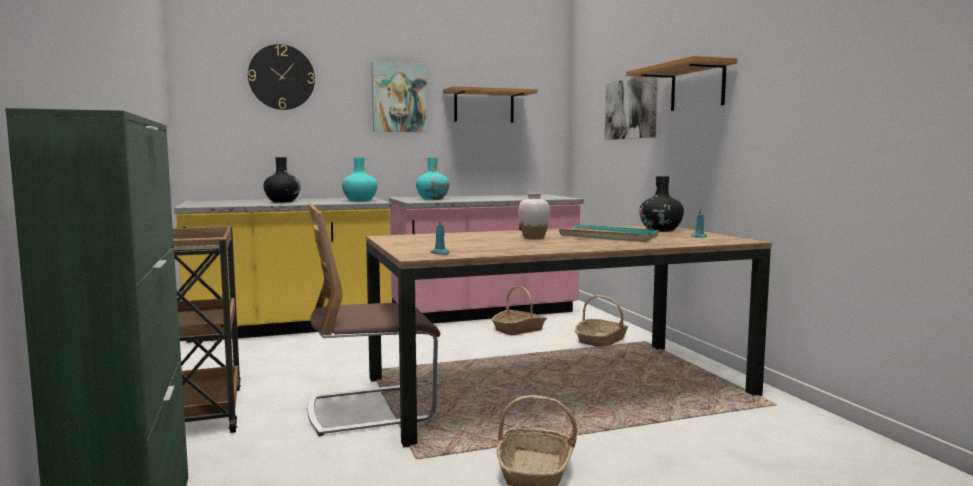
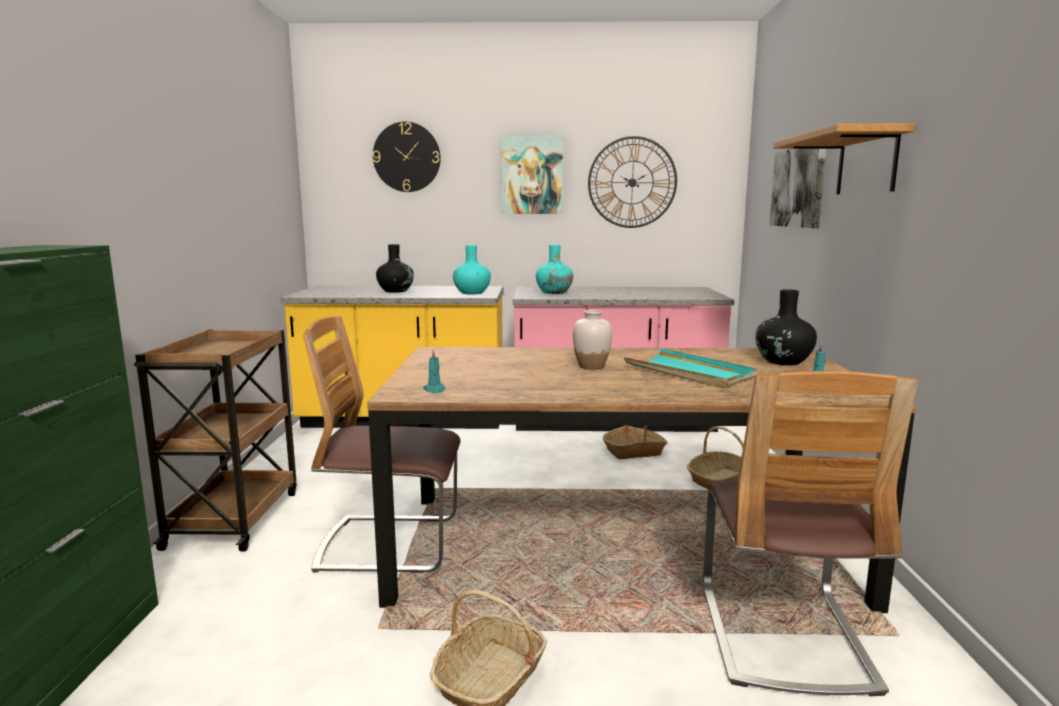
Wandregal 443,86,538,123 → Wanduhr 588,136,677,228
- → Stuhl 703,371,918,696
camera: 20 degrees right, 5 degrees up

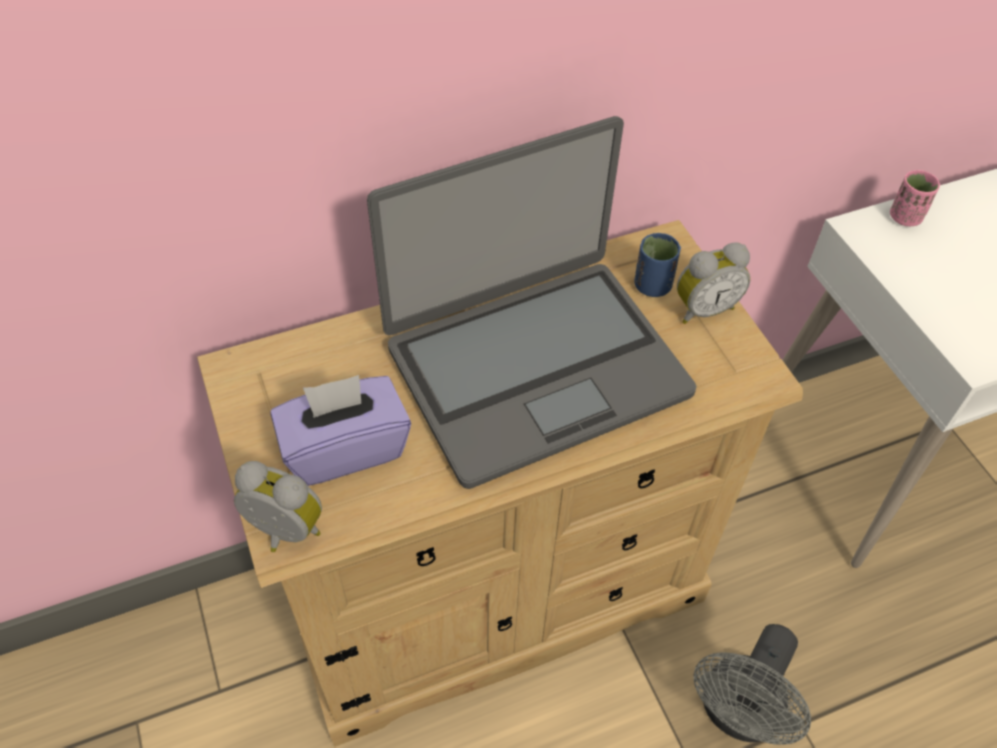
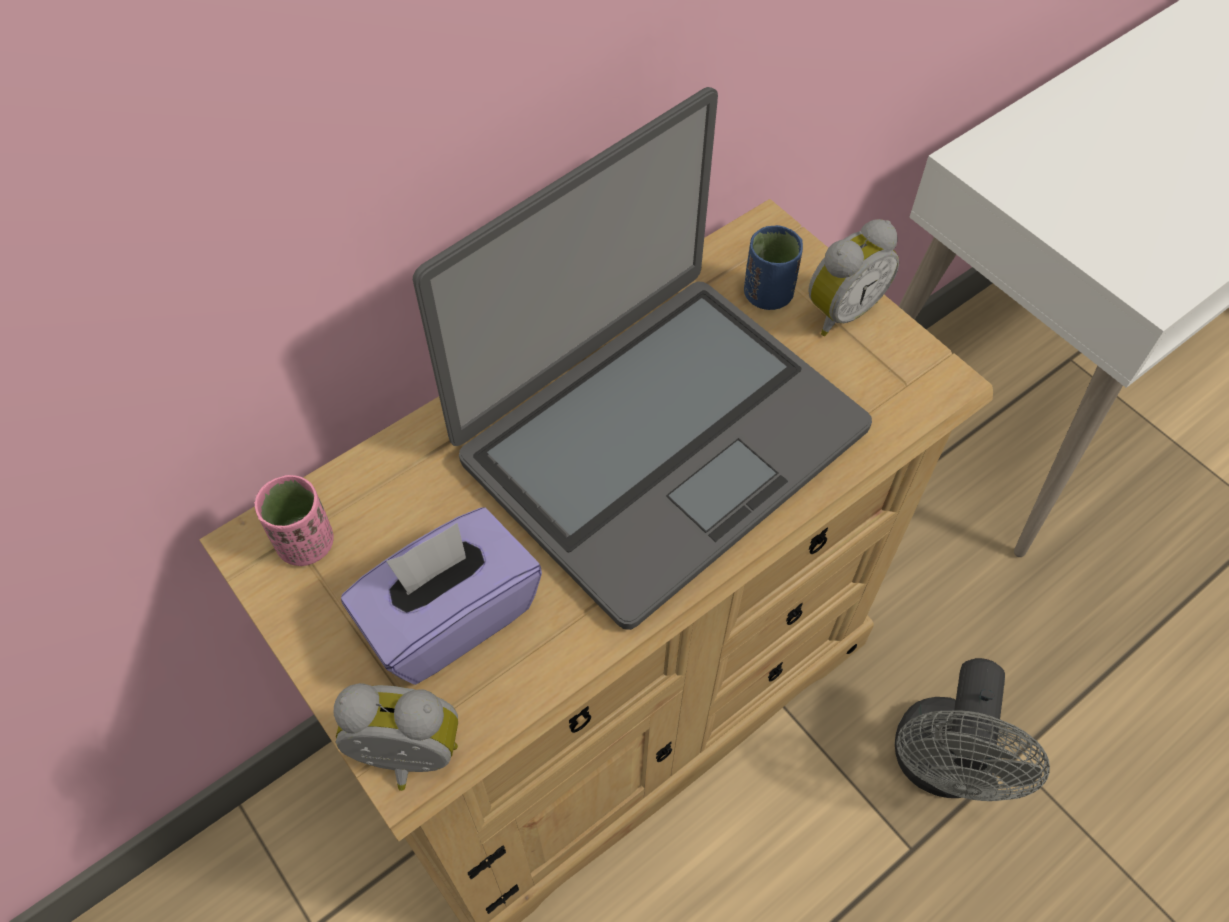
Tasse (rosa) 890,170,940,226 → Tasse (rosa) 255,475,334,566, shifted
camera: 15 degrees left, 5 degrees up

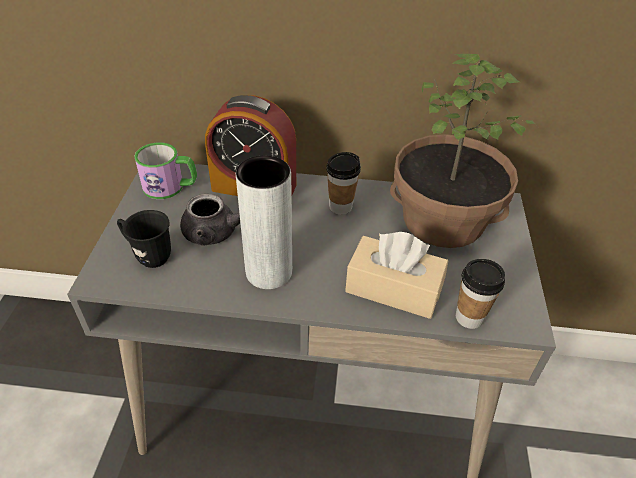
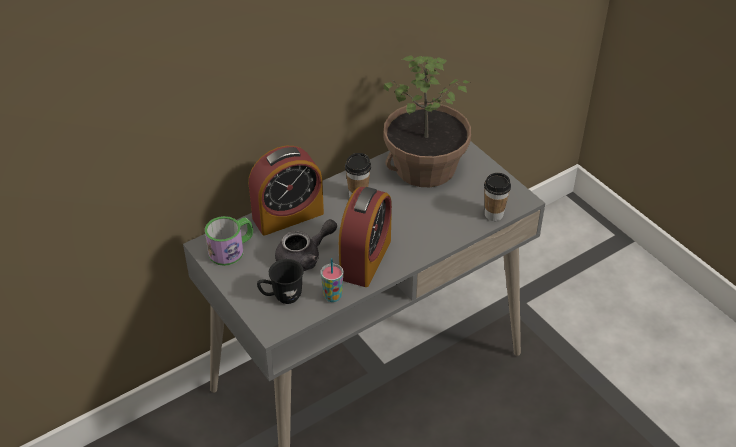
Vase (grau) 236,156,292,289 → Wecker 339,187,392,287
Taschentuchbox (beige) 345,232,448,319 → -
- → Tasse 321,258,343,302
camera: 40 degrees left, 0 degrees up

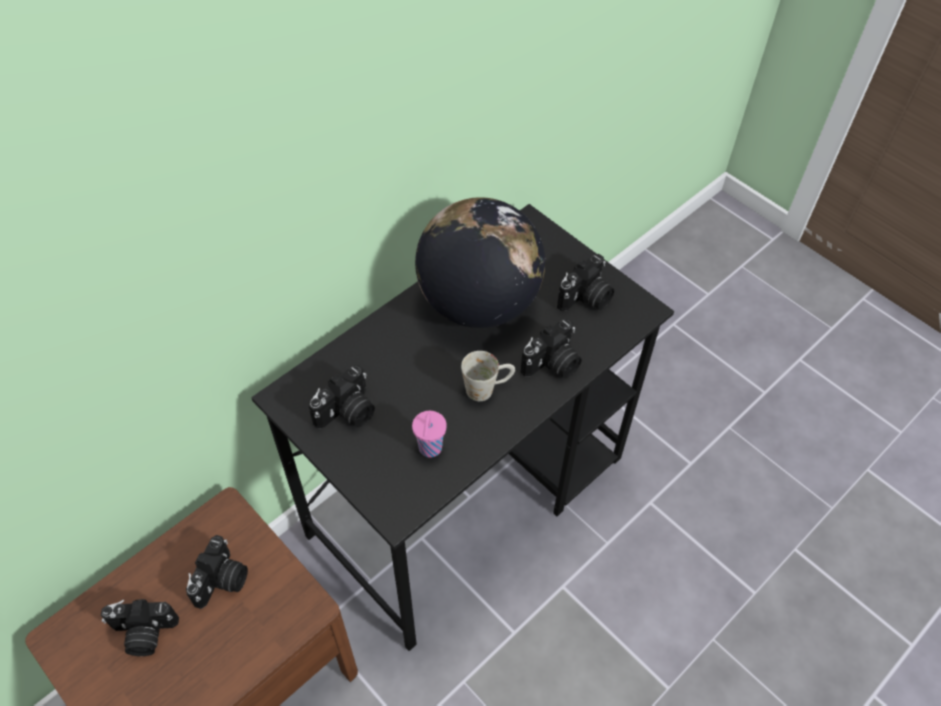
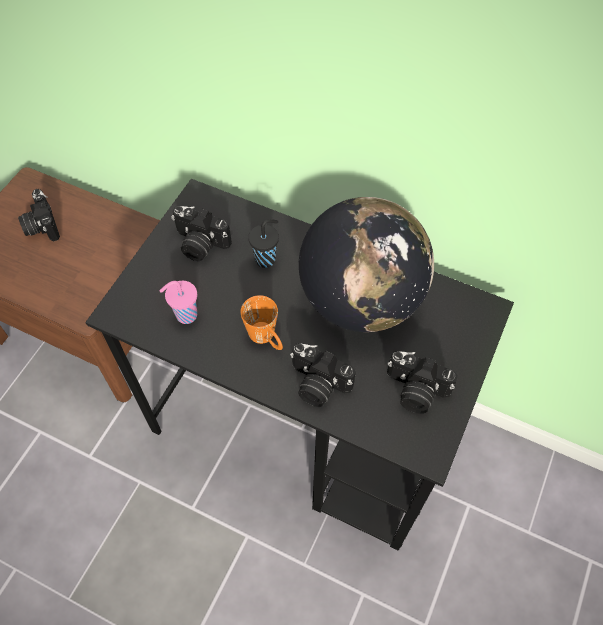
Kamera 186,535,248,609 → -
Henkelbecher (weiß) 461,351,515,401 → Henkelbecher (orange) 241,295,283,350
- → Tasse (schwarz) 248,219,279,268
camera: 70 degrees right, 5 degrees up

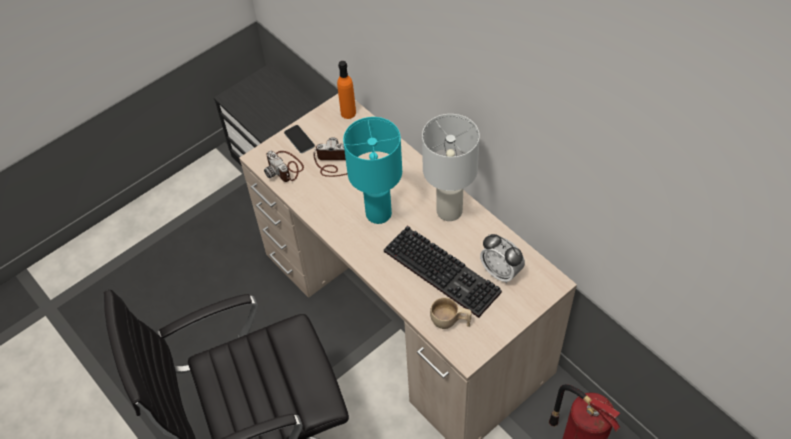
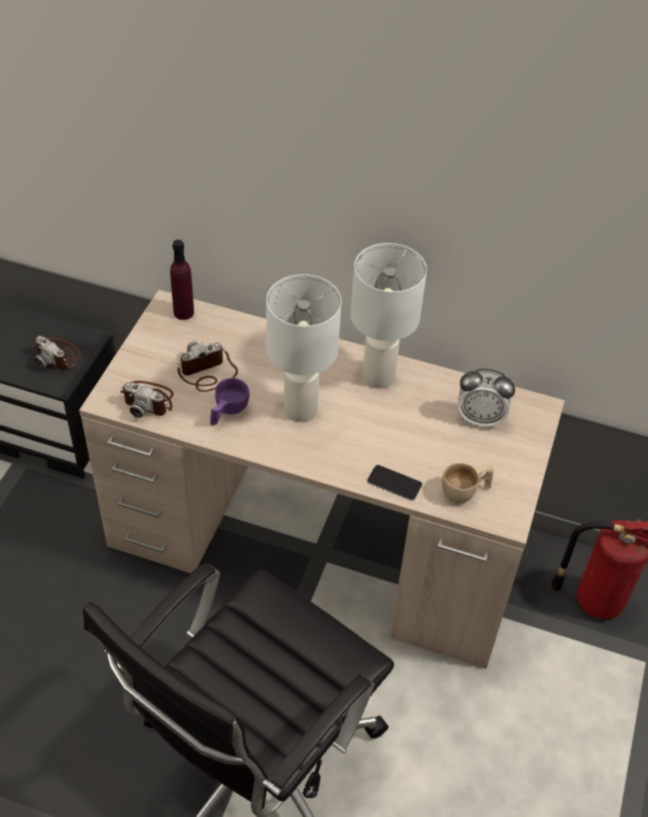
Handy 284,125,315,153 → Handy 367,465,422,501, shifted
Flasche (orange) 337,61,356,119 → Flasche (lila) 170,240,194,320
Tischlampe (türkis) 343,117,402,224 → Tischlampe (weiß) 266,274,341,422
Tastatur 384,225,502,318 → -
- → Kamera 35,336,81,370
- → Tasse (lila) 210,378,249,425
camera: 35 degrees left, 5 degrees down

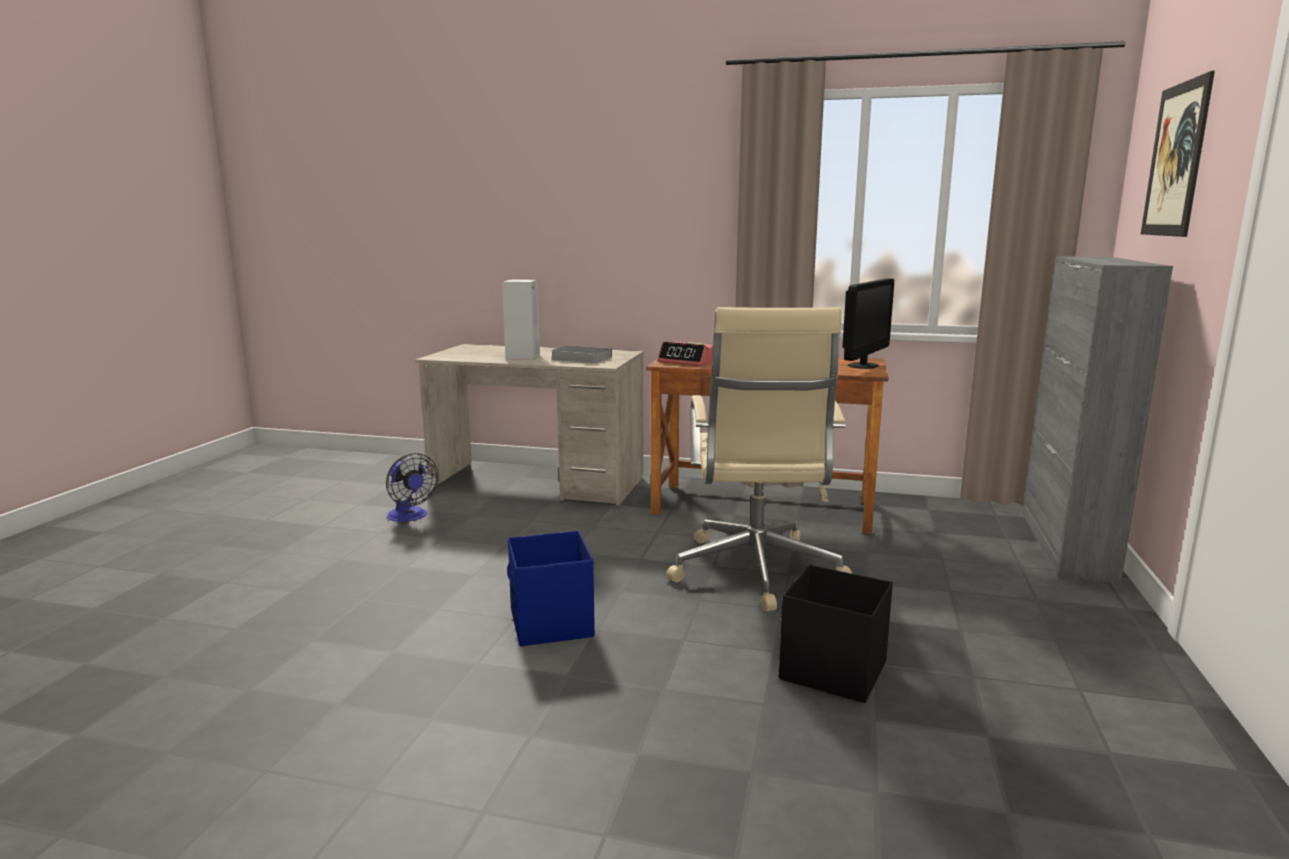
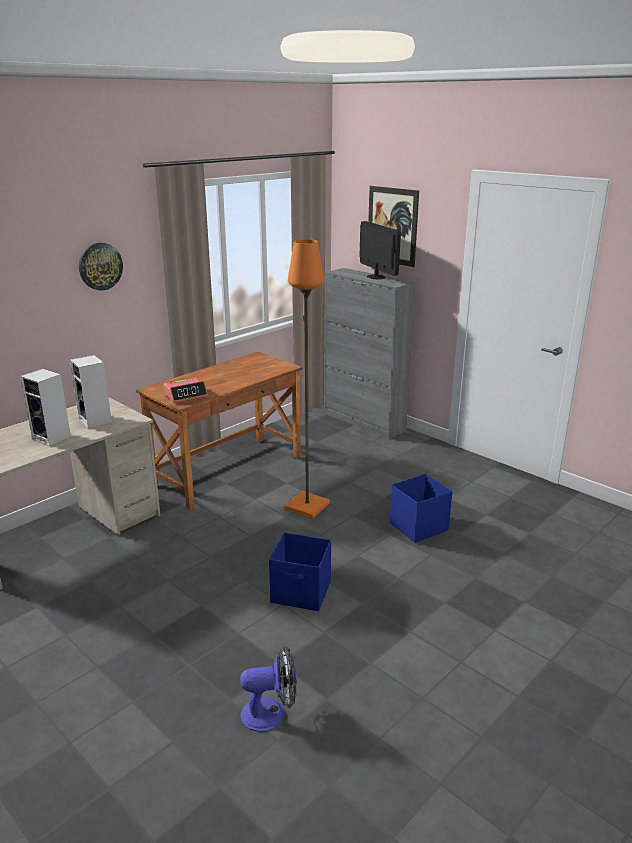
Ventilator 386,453,439,522 → Ventilator 240,646,297,732, shifted
Buch 551,345,612,363 → Lautsprecher 70,355,112,429
Bürostuhl (beige) 666,307,853,611 → Stehlampe (orange) 285,239,330,519
Aufbewahrungsbox (schwarz) 779,565,893,703 → Aufbewahrungsbox (blau) 390,474,452,543
Monitor 842,278,894,369 → Monitor 360,221,401,279, shifted
- → Wanduhr 79,243,123,290
camera: 60 degrees left, 10 degrees up

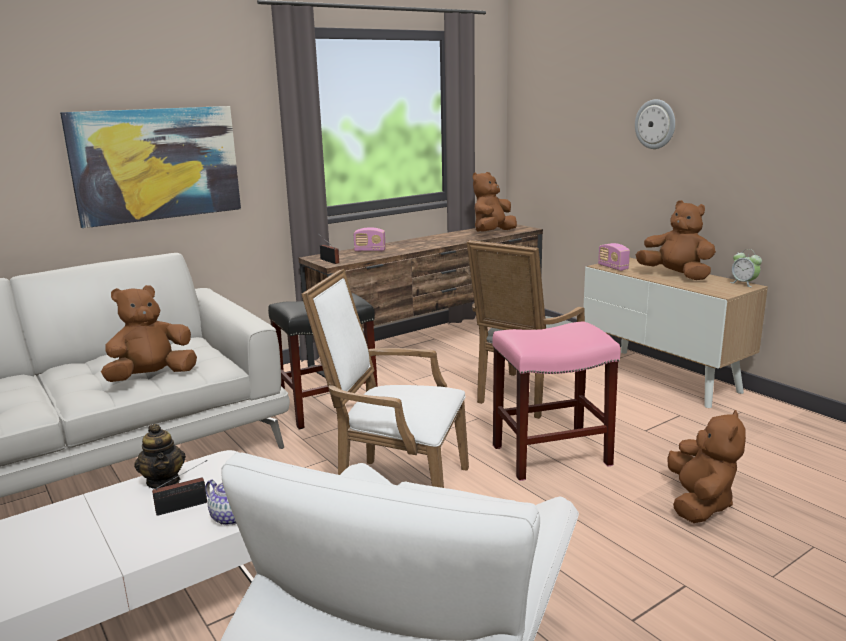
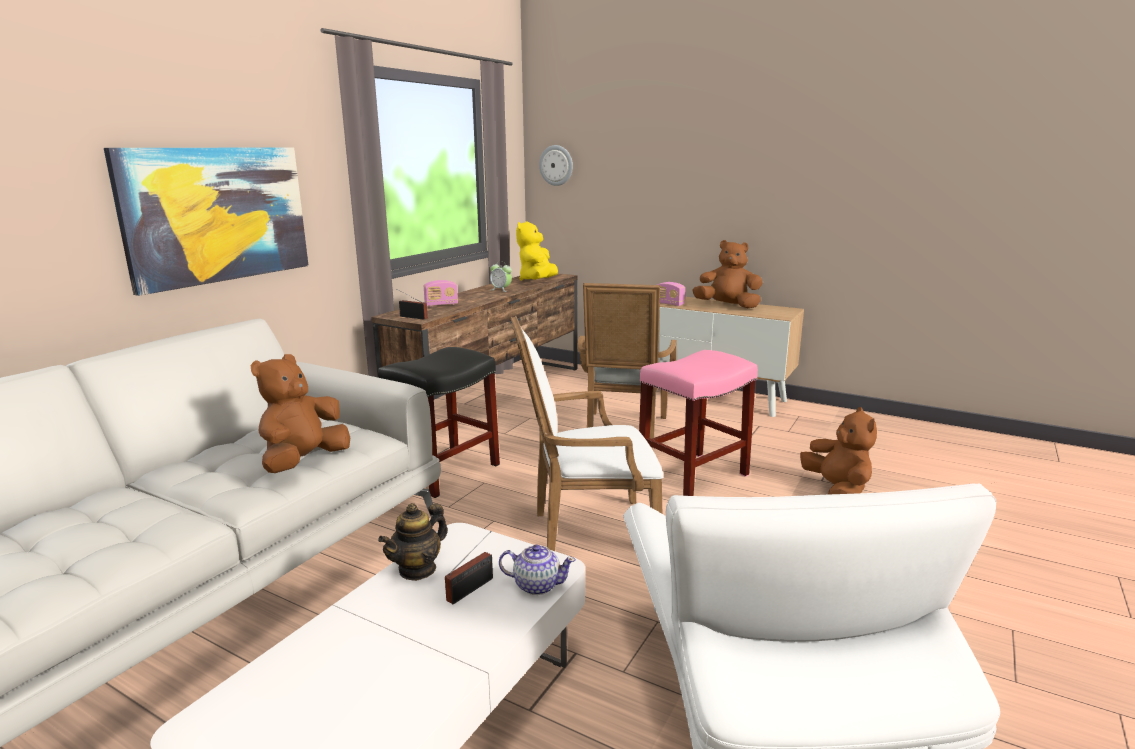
Teekanne 134,424,186,489 → Teekanne 378,503,448,581, 90 degrees clockwise
Plüschtier (braun) 473,172,517,232 → Plüschtier (gelb) 516,221,558,281
Wanduhr 635,99,675,149 → Wanduhr 539,145,573,186, shifted
Wecker 730,249,762,287 → Wecker 490,261,512,292, shifted
camera: 25 degrees left, 0 degrees up

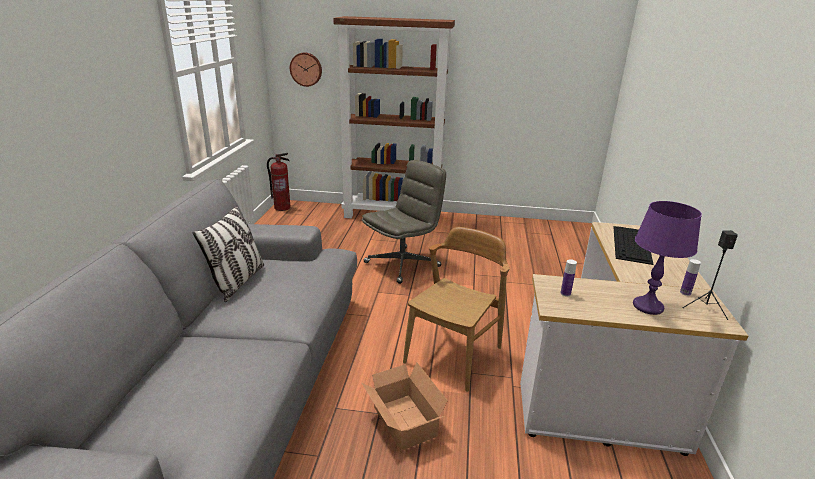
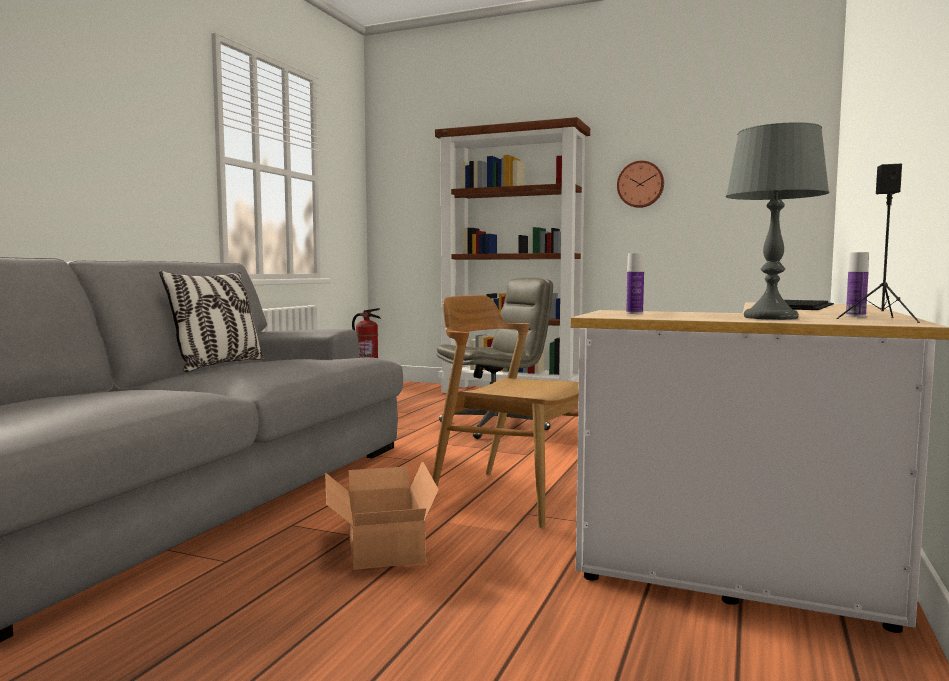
Wanduhr 290,53,322,87 → Wanduhr 617,161,664,208, shifted
Stuhl (braun) 403,227,510,392 → Stuhl (braun) 432,295,579,528, 105 degrees counterclockwise
Tischlampe (lila) 633,201,702,315 → Tischlampe (grau) 726,122,829,320
camera: 15 degrees right, 20 degrees down

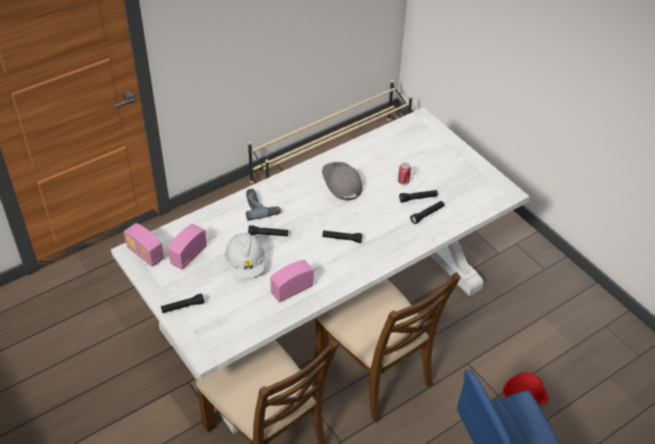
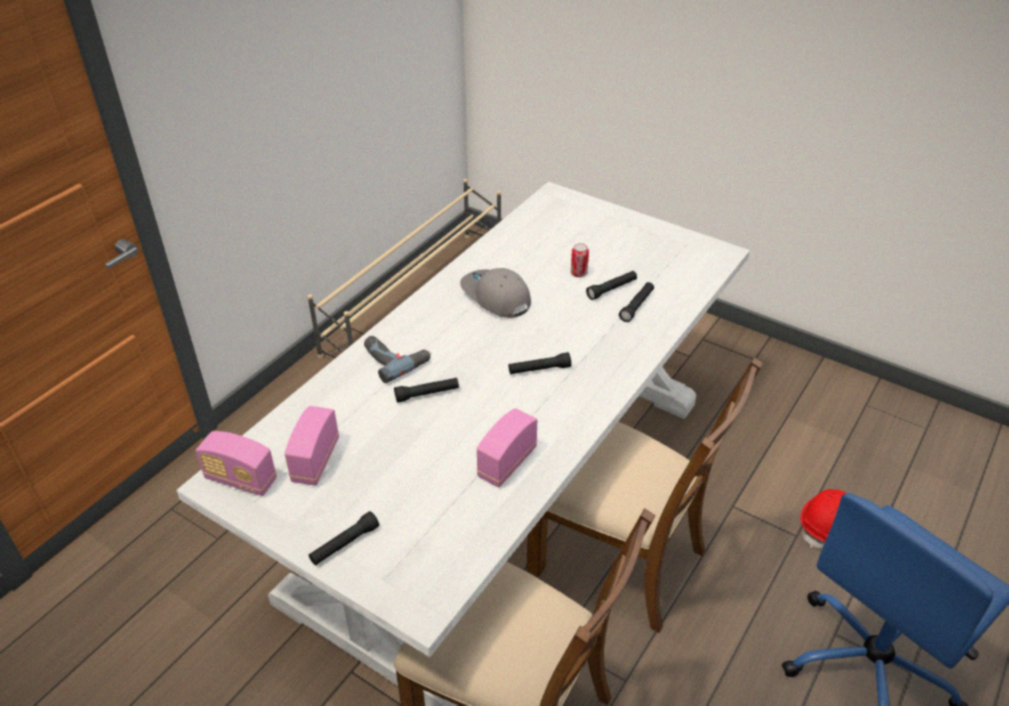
Schutzhelm (weiß) 225,232,265,278 → -
camera: 20 degrees left, 5 degrees down

